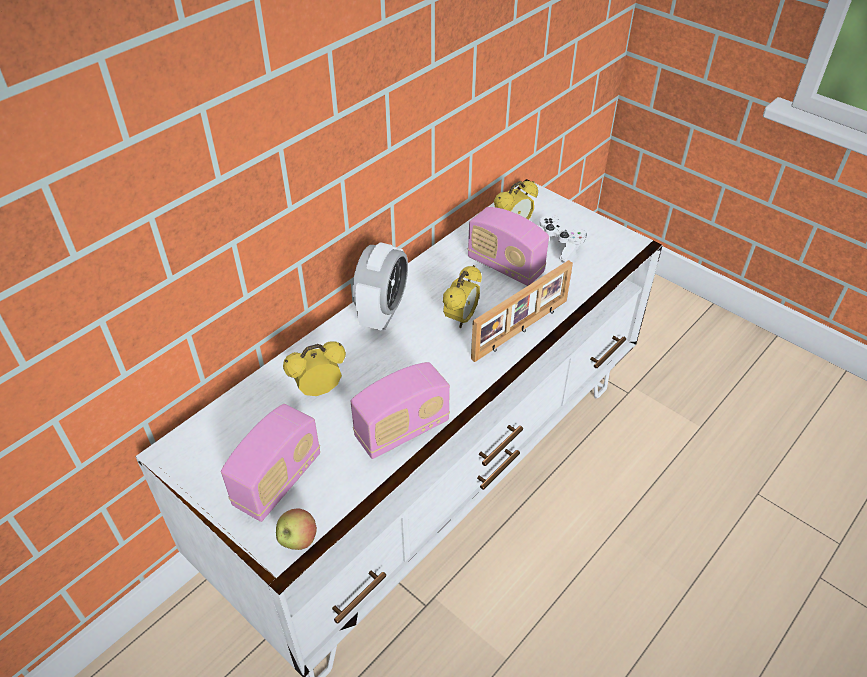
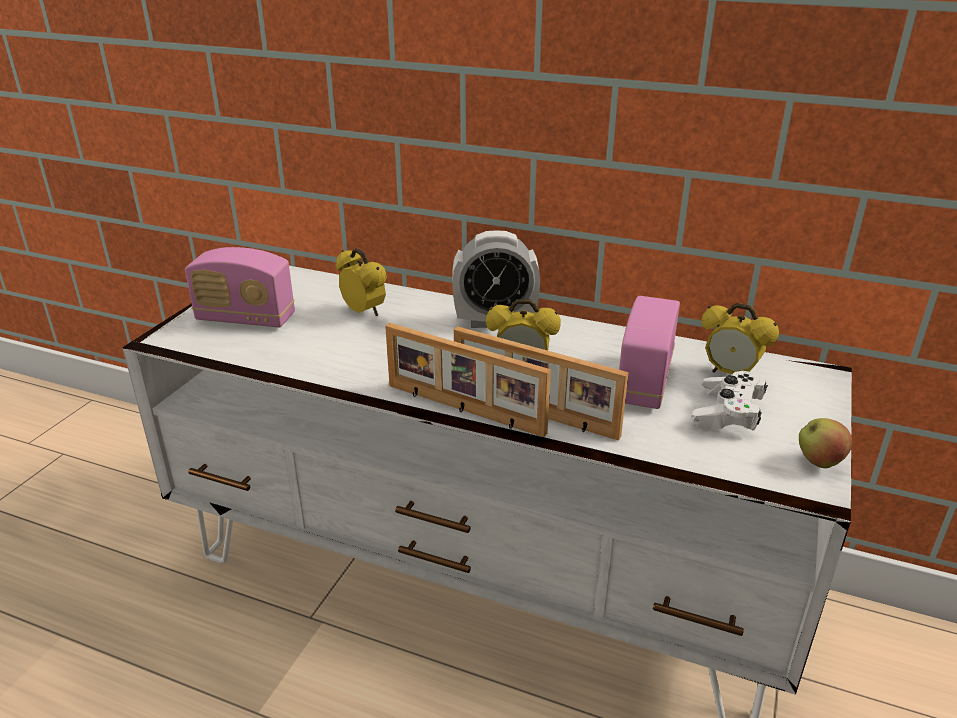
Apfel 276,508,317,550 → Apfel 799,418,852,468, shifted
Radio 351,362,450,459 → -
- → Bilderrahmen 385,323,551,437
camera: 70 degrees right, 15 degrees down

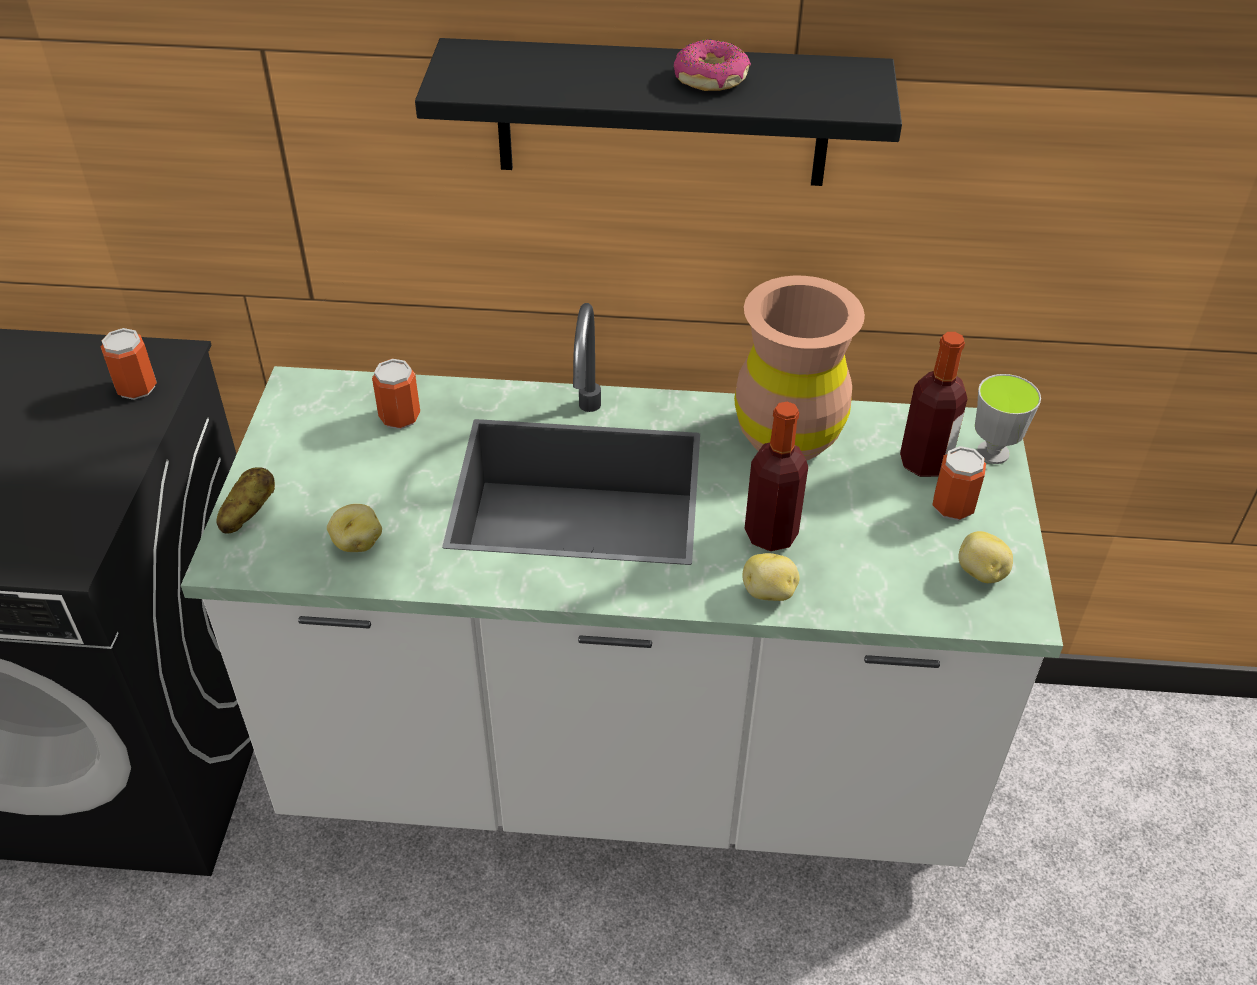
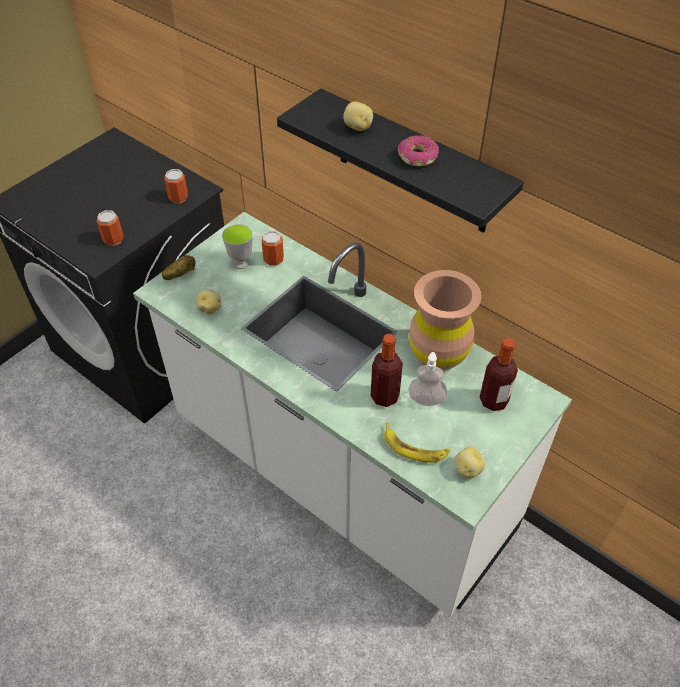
Kartoffel 742,553,800,601 → Kartoffel 343,102,373,131, shifted
Dose 932,446,986,521 → Dose 97,210,124,246, shifted
Tasse 975,374,1041,464 → Tasse 222,224,253,269, shifted
- → Banane 384,423,450,462
- → Seifenspender 409,352,447,406
camera: 35 degrees right, 5 degrees up

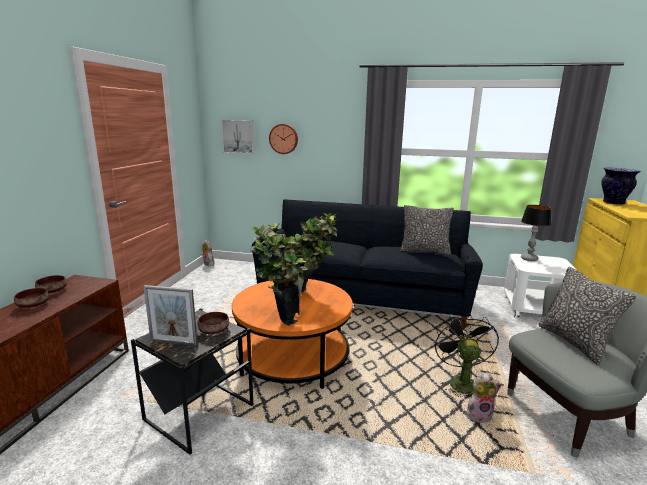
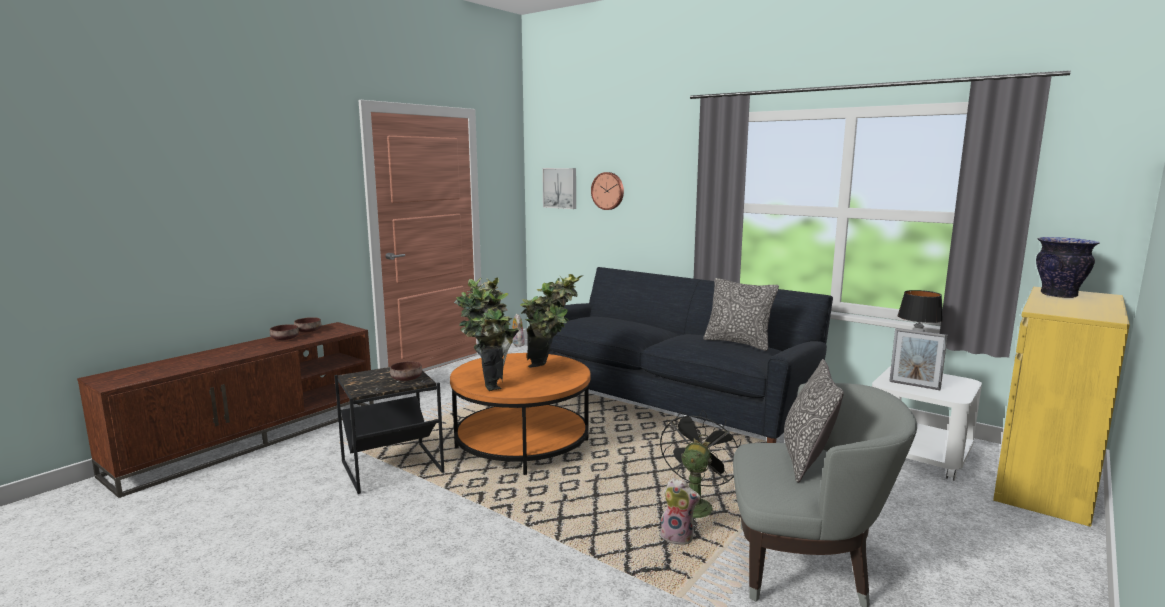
Bilderrahmen 143,285,198,346 → Bilderrahmen 889,328,948,390, shifted
camera: 25 degrees right, 5 degrees down

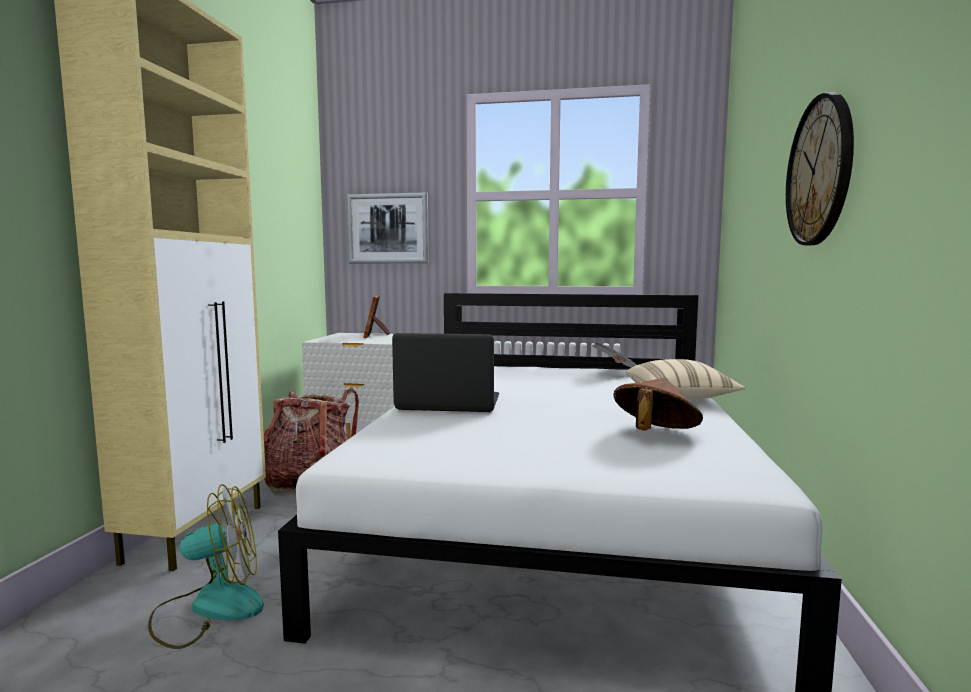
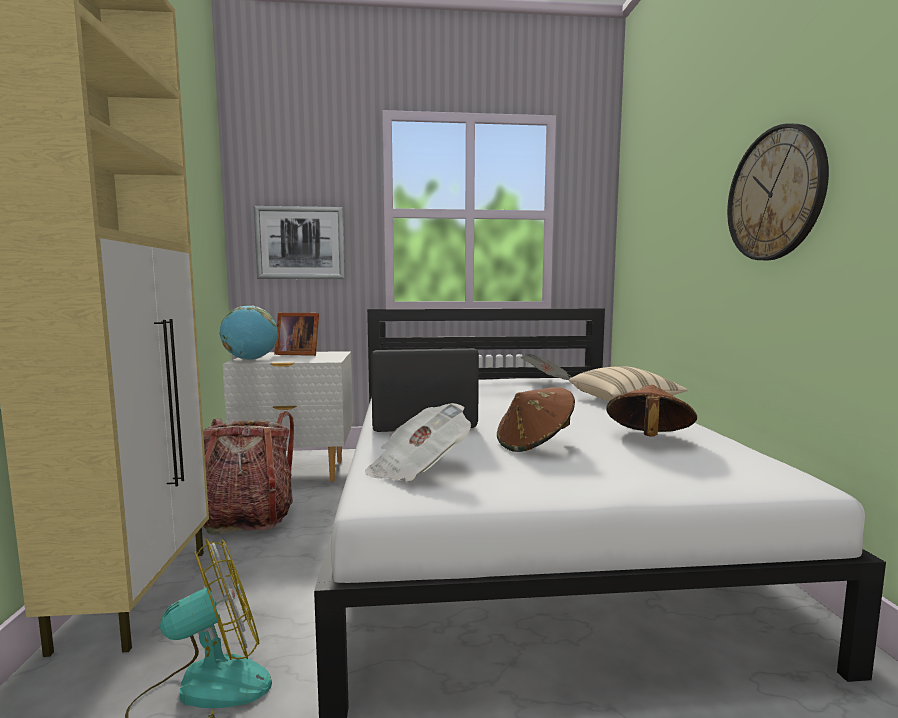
Bilderrahmen 363,295,390,338 → Bilderrahmen 274,313,319,356, 60 degrees counterclockwise
- → Globus 220,305,278,360
- → Zeitung 365,403,471,481
- → Hut (braun) 497,387,575,452
camera: 15 degrees left, 0 degrees up

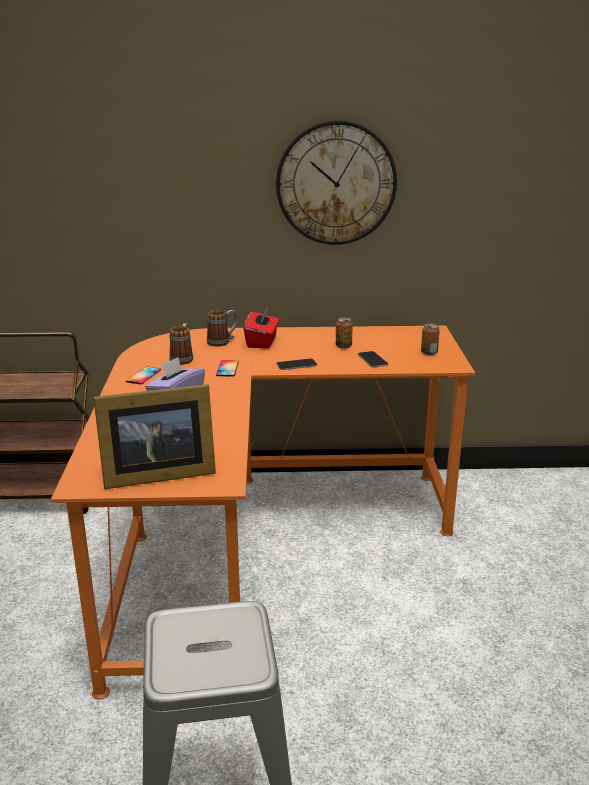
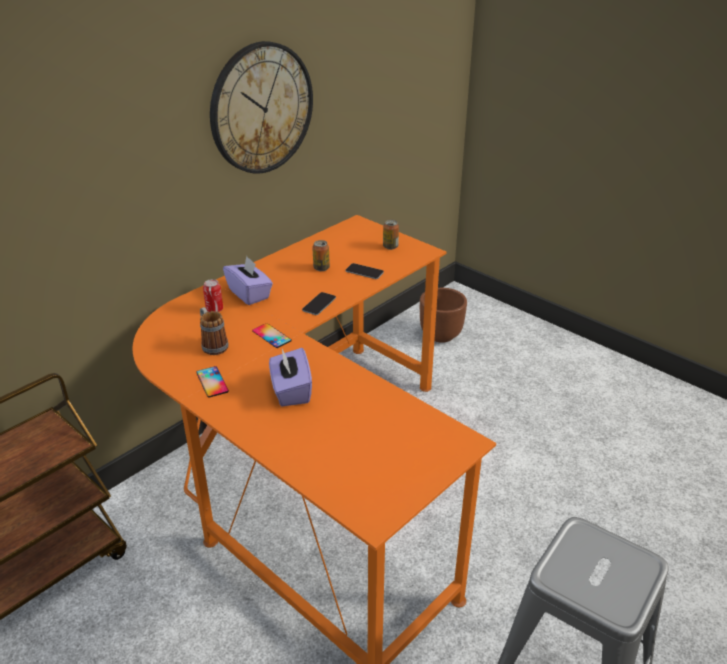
Bilderrahmen 93,384,216,489 → -
Henkelbecher 207,310,238,347 → Dose 203,279,223,312
Taschentuchbox (rot) 244,306,279,349 → Taschentuchbox (lila) 223,256,273,305
- → Pflanzkübel (braun) 420,288,467,343
camera: 45 degrees left, 10 degrees up

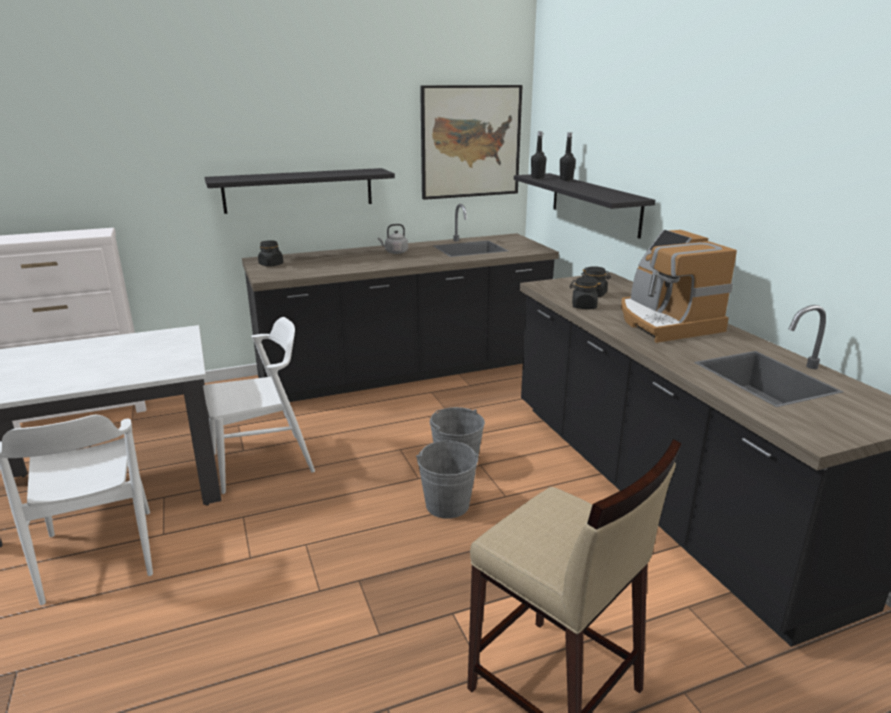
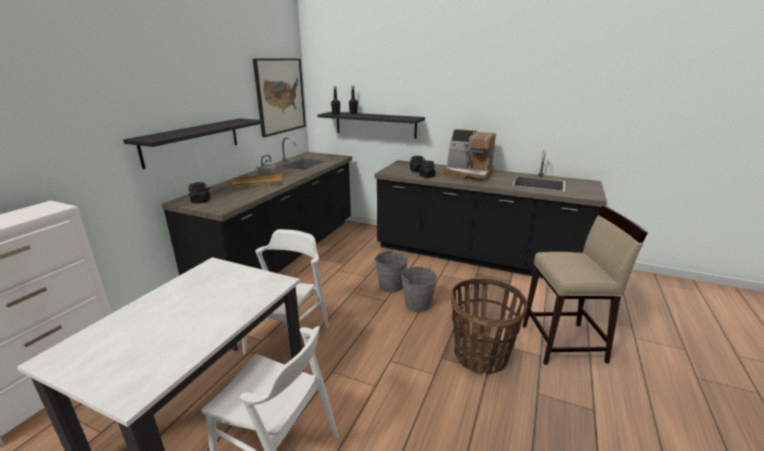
- → Tablett (beige) 231,173,283,188
- → Korb 450,278,528,375
camera: 45 degrees left, 0 degrees up

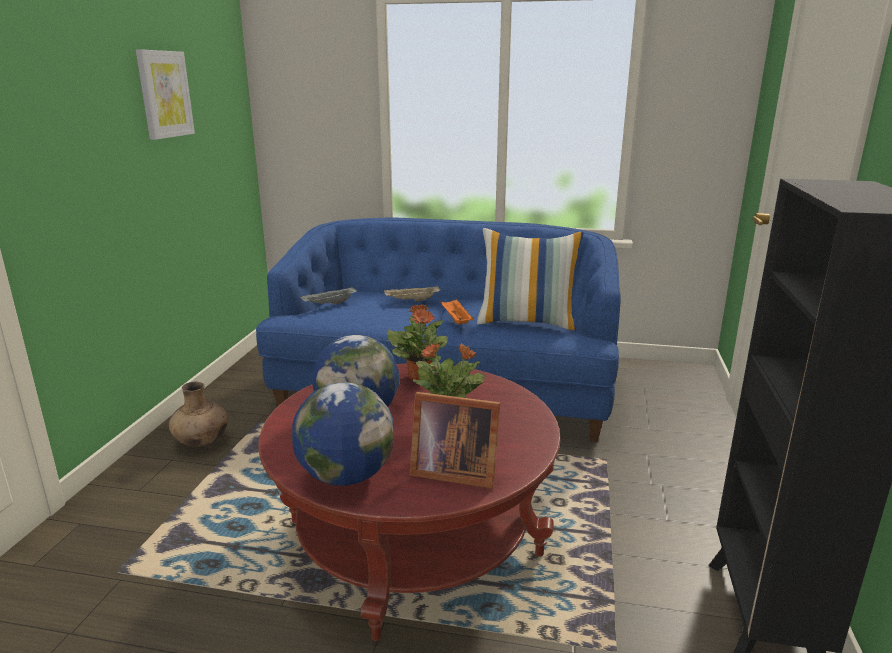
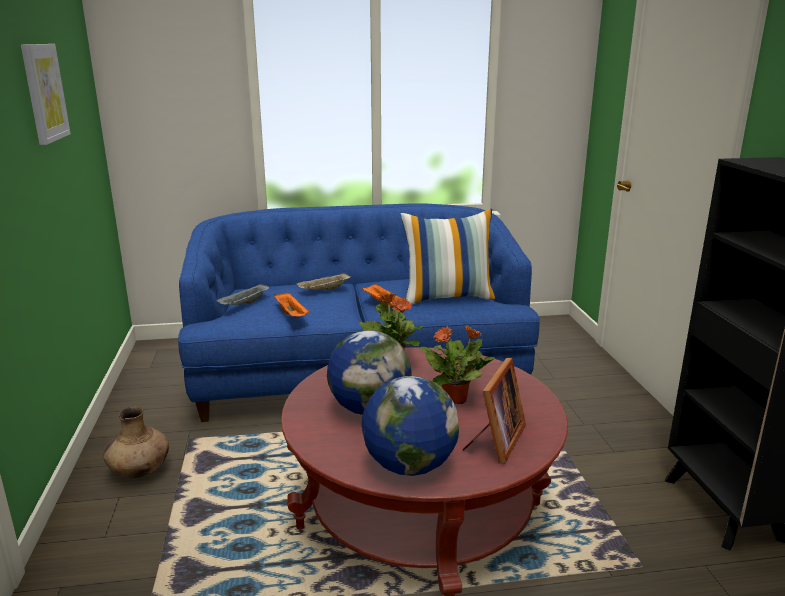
Bilderrahmen 410,392,500,489 → Bilderrahmen 463,358,526,464, 60 degrees counterclockwise
- → Tablett (orange) 274,293,309,317
camera: 20 degrees left, 0 degrees up

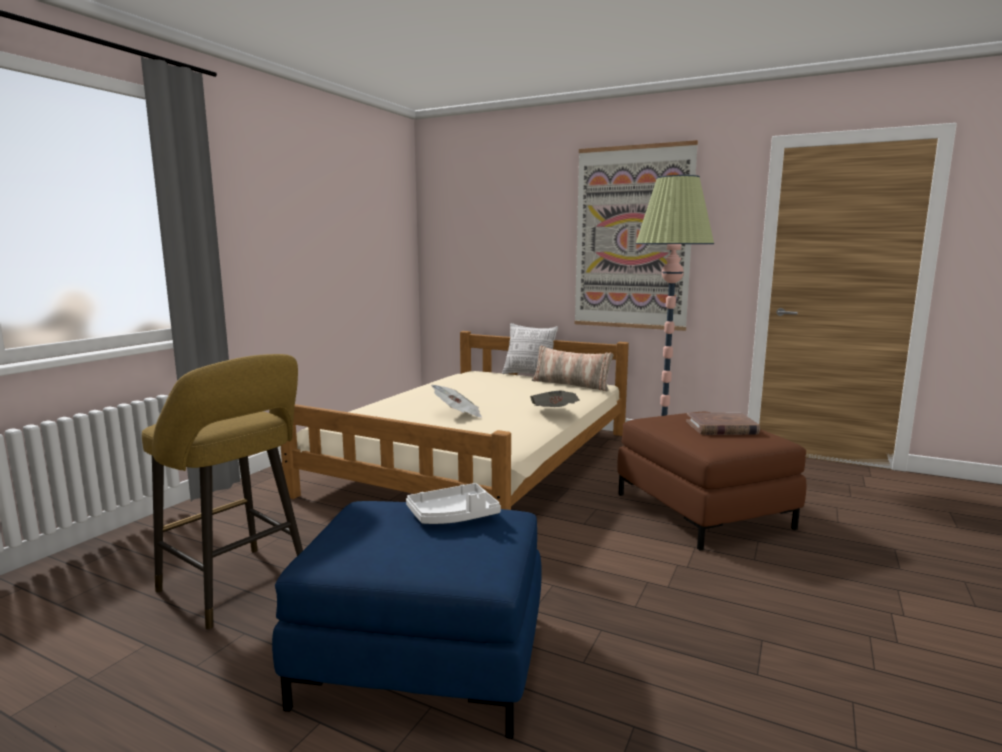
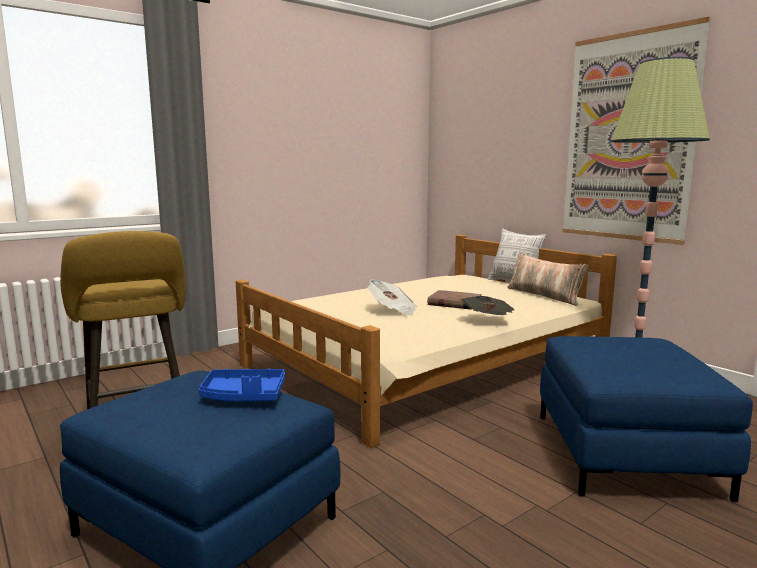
Tablett (weiß) 406,483,501,524 → Tablett (blau) 199,368,285,402
Polsterhocker (braun) 617,412,806,551 → Polsterhocker (blau) 540,336,753,502
Buch (braun) 686,412,760,435 → Buch (braun) 427,290,482,310, shifted
camera: 25 degrees right, 0 degrees up

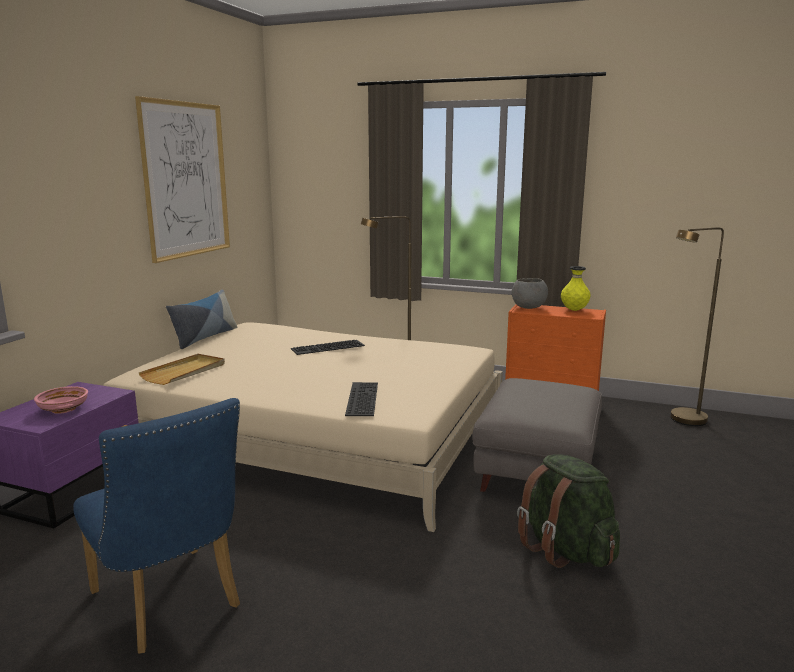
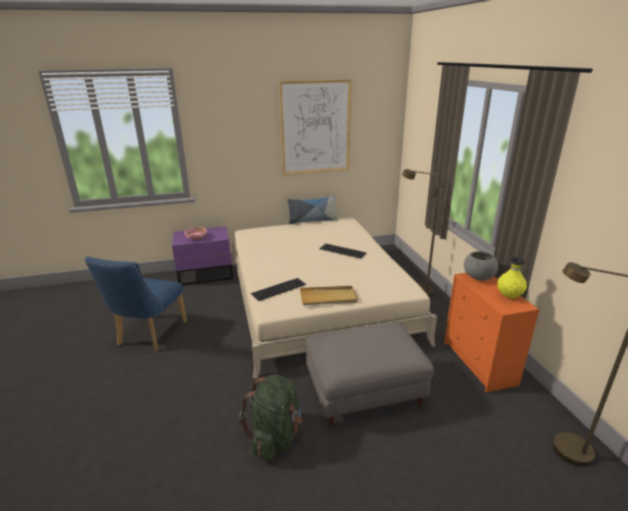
Tablett (beige) 139,354,225,385 → Tablett (beige) 300,286,358,305, shifted
camera: 55 degrees right, 10 degrees up

